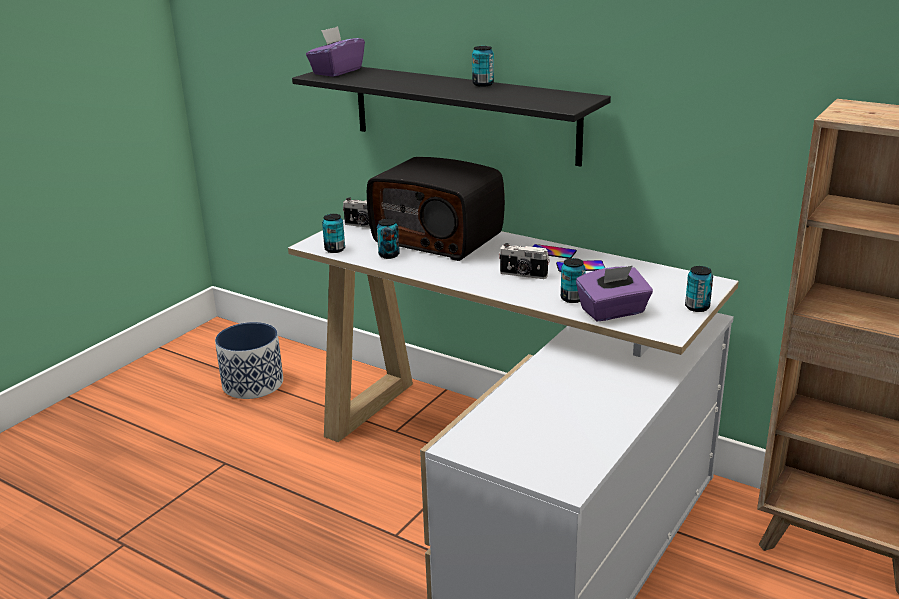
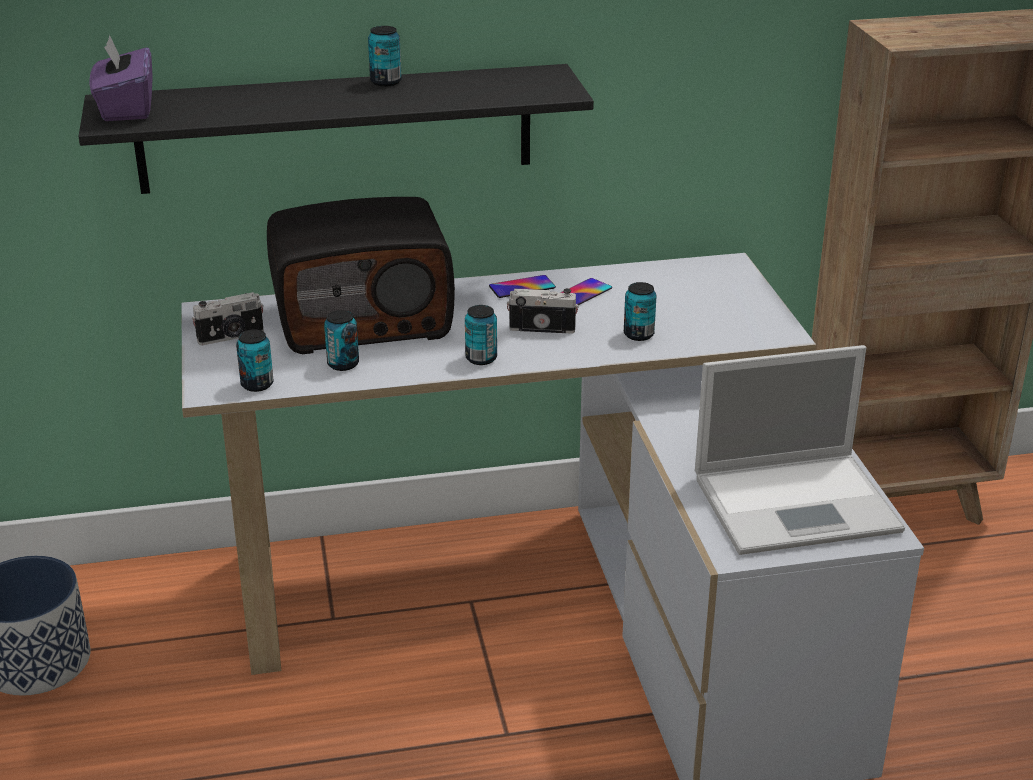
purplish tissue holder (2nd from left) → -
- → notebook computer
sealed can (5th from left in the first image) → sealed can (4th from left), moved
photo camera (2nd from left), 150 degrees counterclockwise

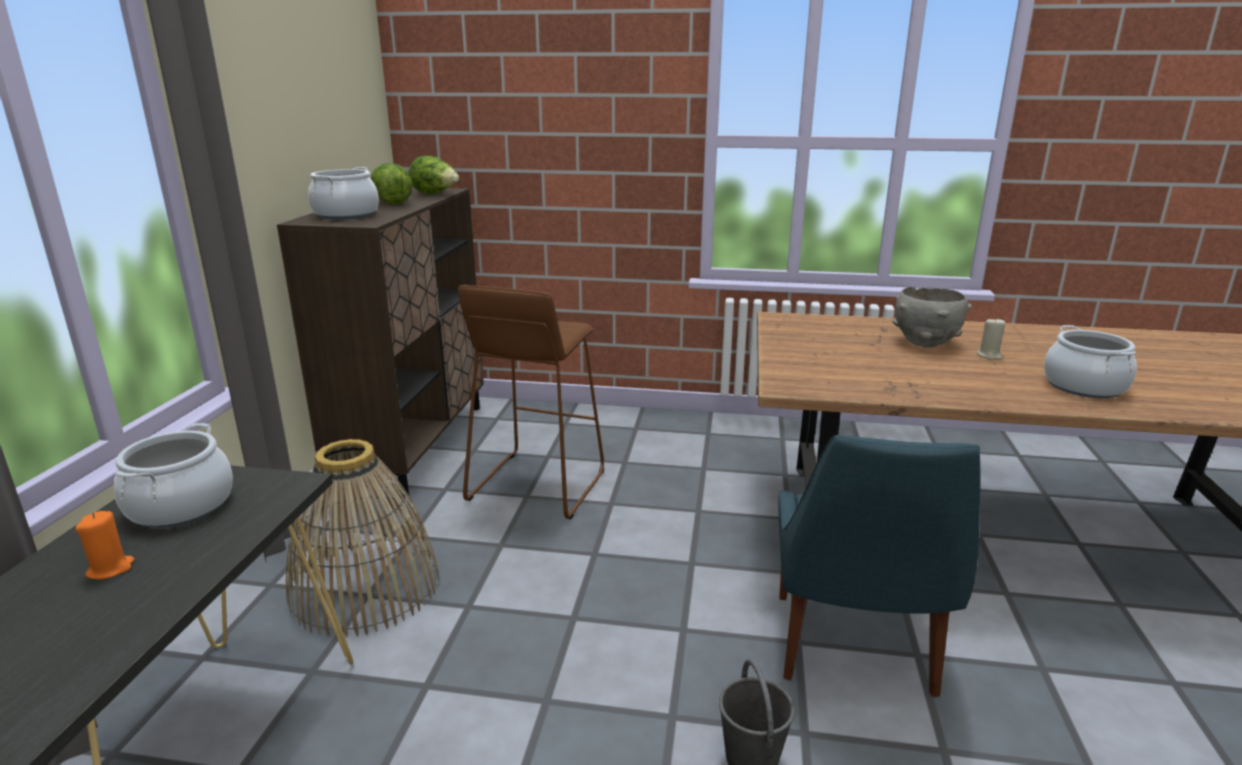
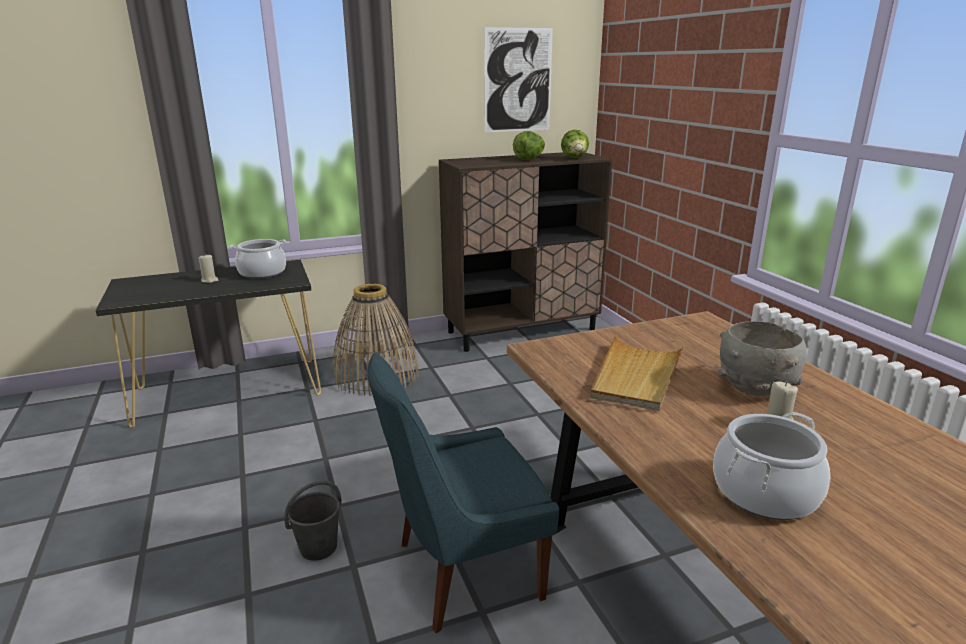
stockpot (2nd from left) → -
brown sitting stool → -
- → picture
- → beige tray
orangey wax candle → beige wax candle (1st from left)

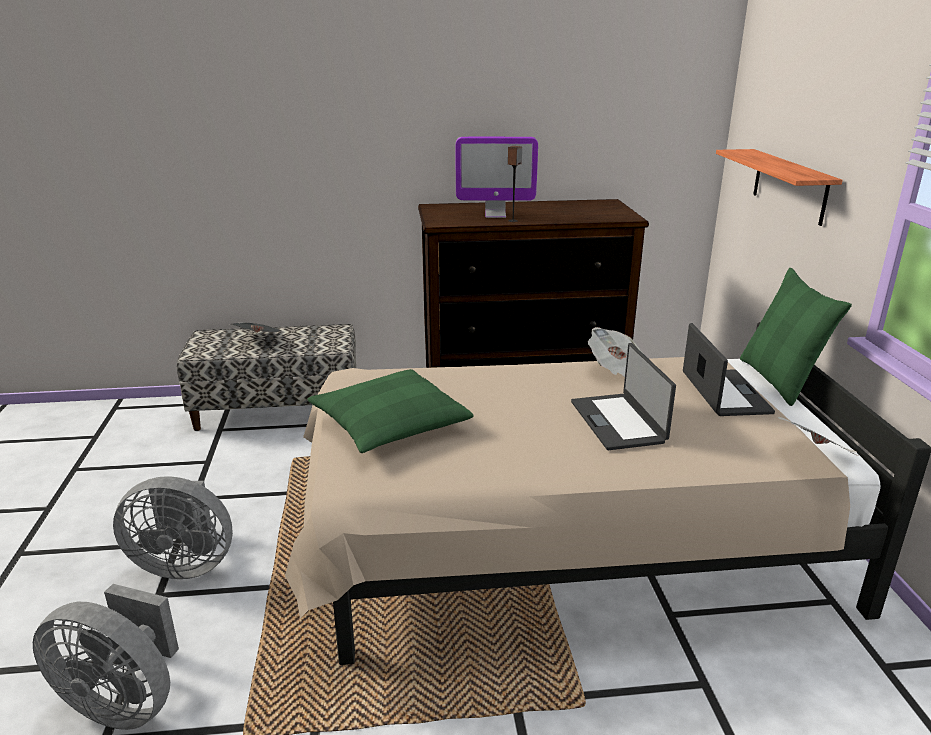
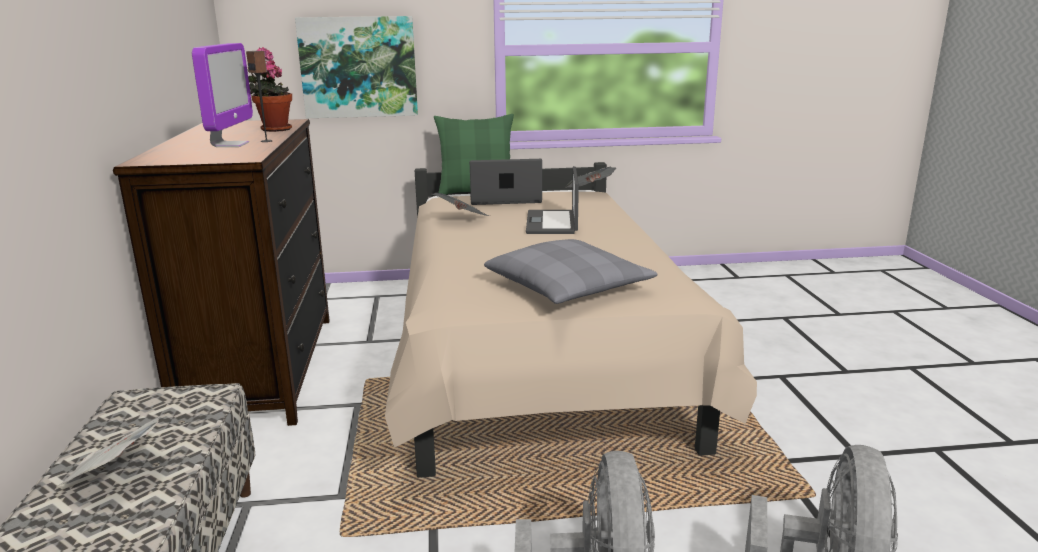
- → houseplant
bracket shelf → picture
green-coloured cushion (1st from left) → gray cushion
notebook computer (1st from left in the first image) → notebook computer (2nd from left), 105 degrees clockwise

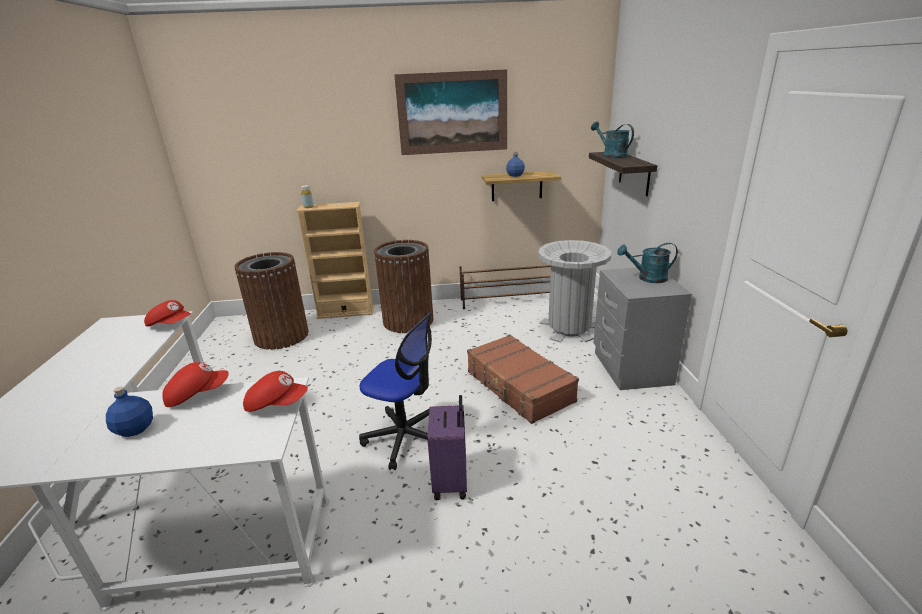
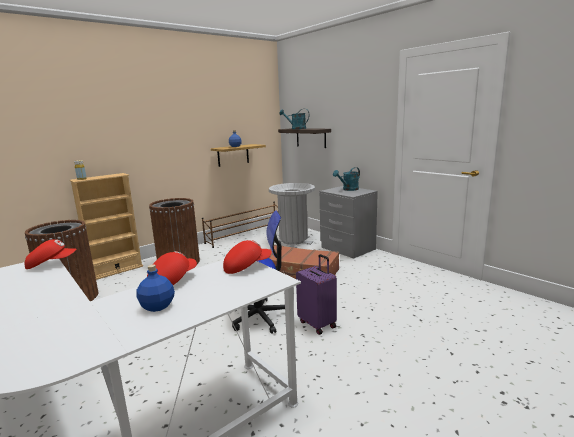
picture → -

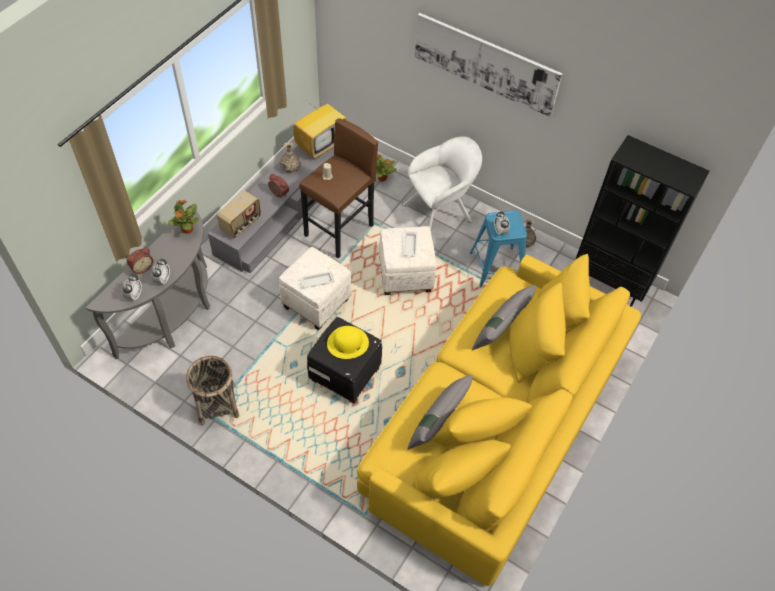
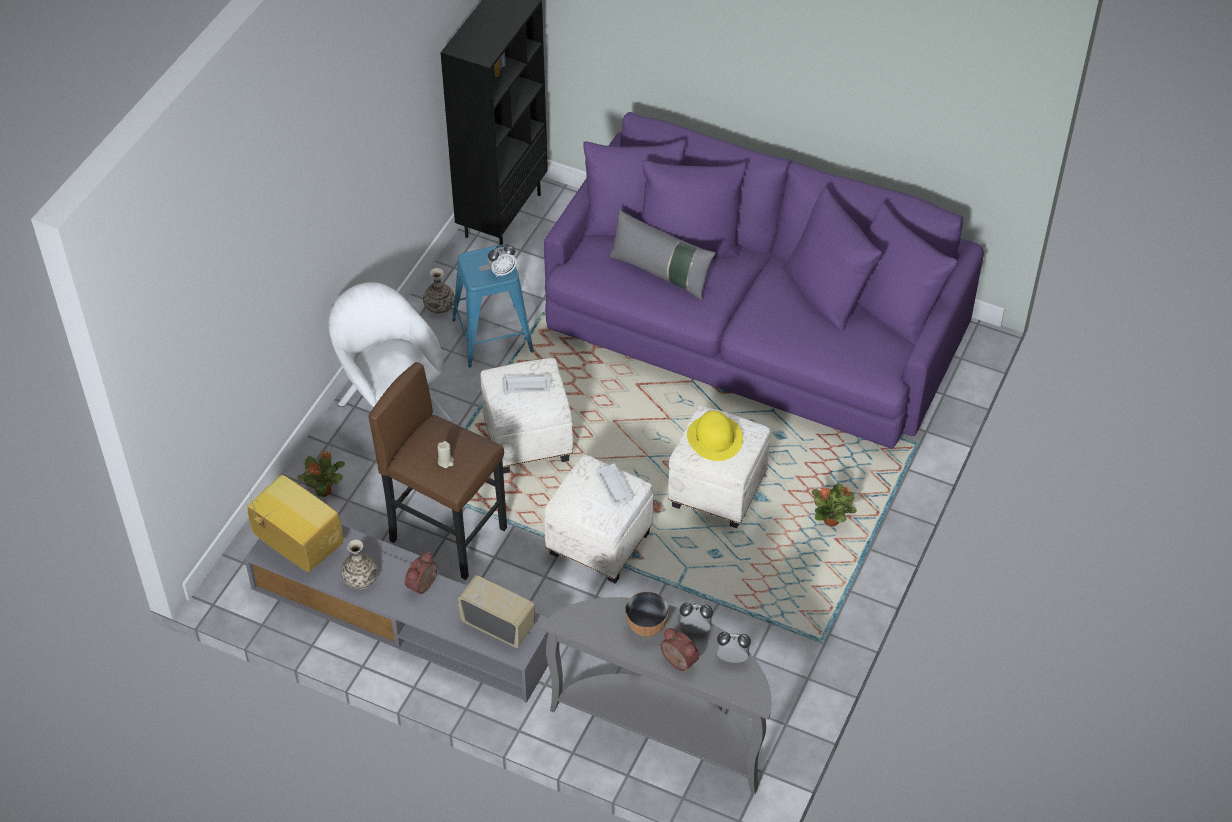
storage basket → -
gray cushion (1st from left) → -
picture → -
- → deep dish
houseplant (1st from left in the first image) → houseplant (2nd from left), moved
black-coloured pouffe → whitish pouffe (3rd from left)
yellow-coloured settee → purplish settee

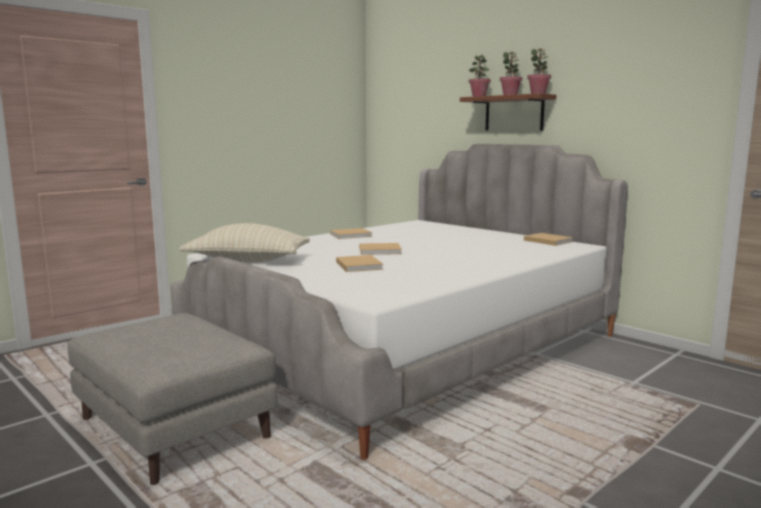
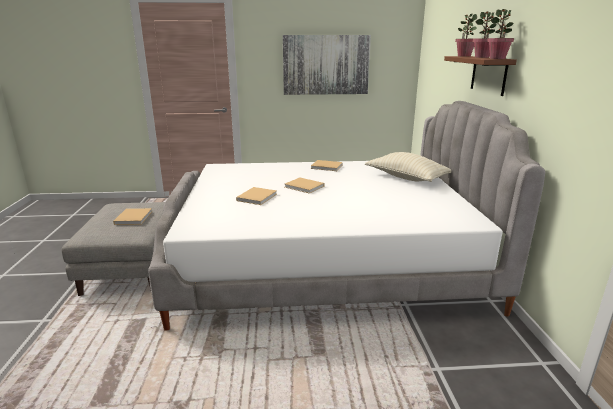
- → picture
beige cushion, moved
beige bound book (4th from left in the first image) → beige bound book (1st from left), moved

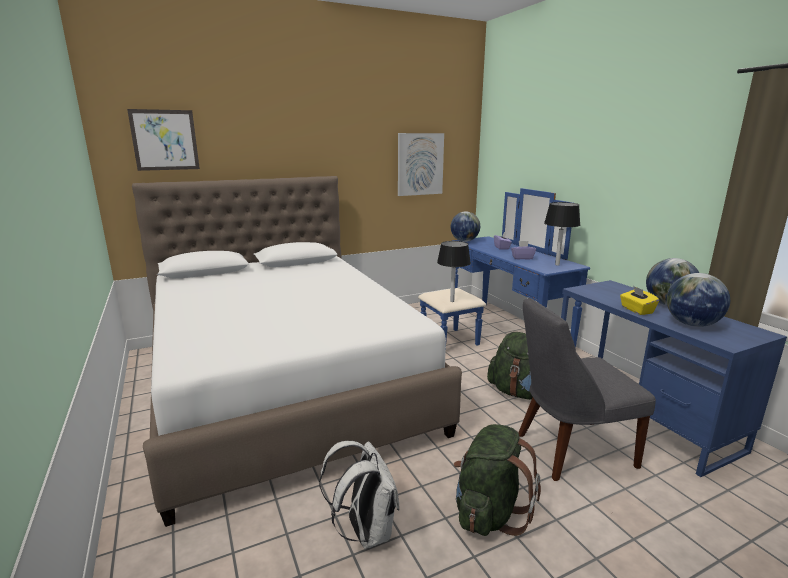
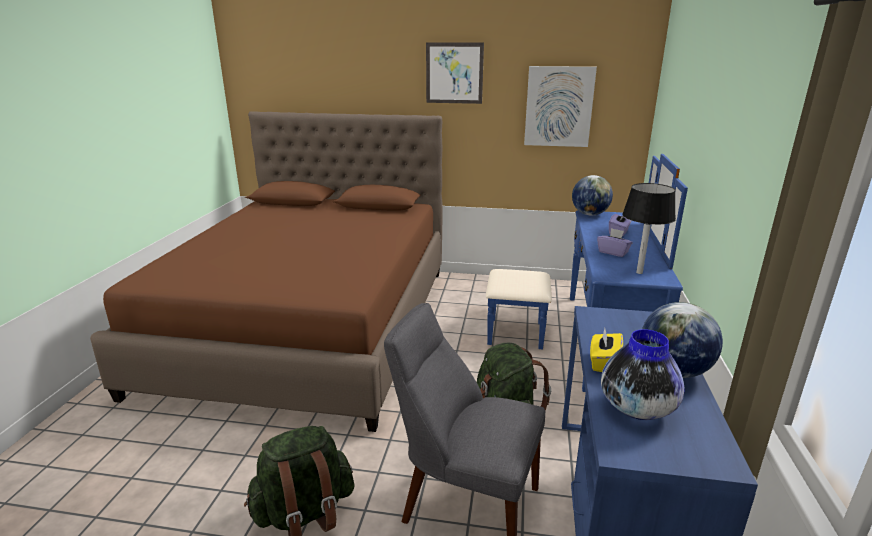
whitish knapsack → -
black-coloured lamp for a table (1st from left) → -
picture (1st from left), moved
world globe (3rd from left) → vase
whitish sleeping bed → brown sleeping bed

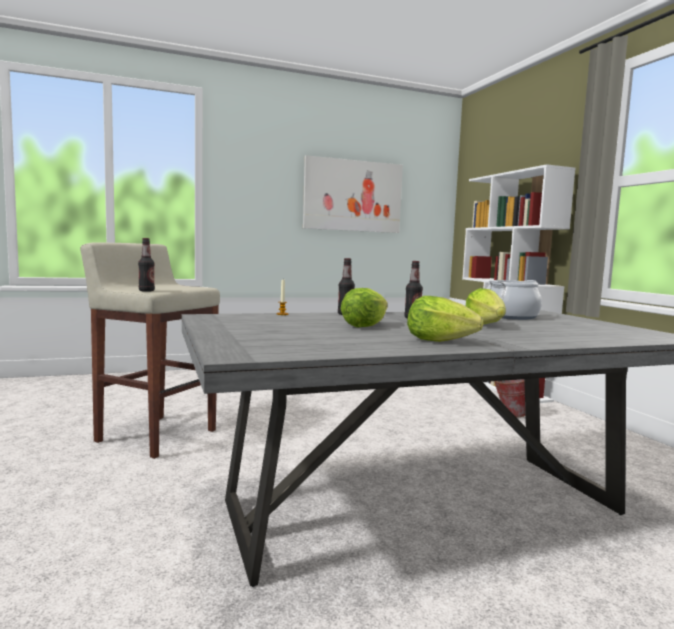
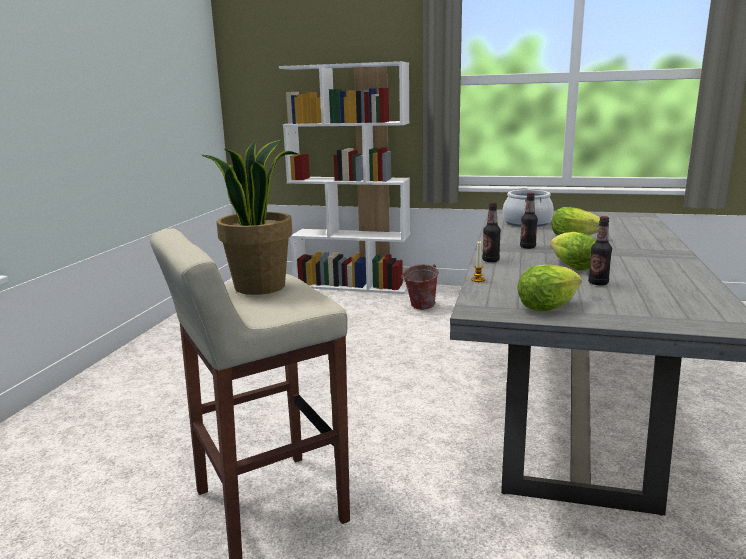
picture → -
- → houseplant
bottle (1st from left in the first image) → bottle (3rd from left), moved
head of lettuce (2nd from left in the first image) → head of lettuce (1st from left), moved

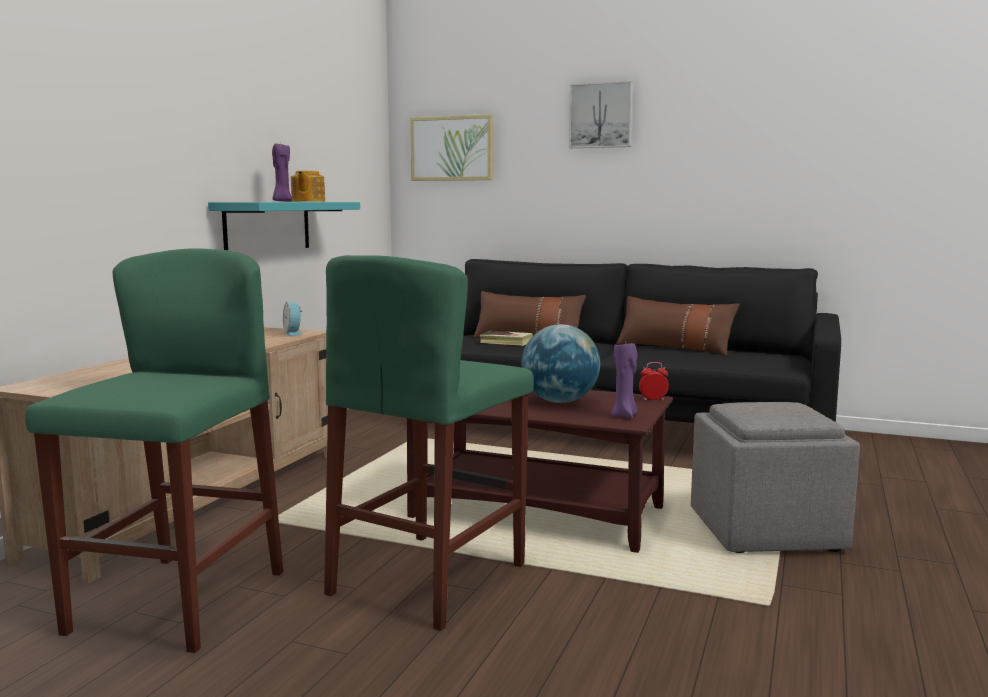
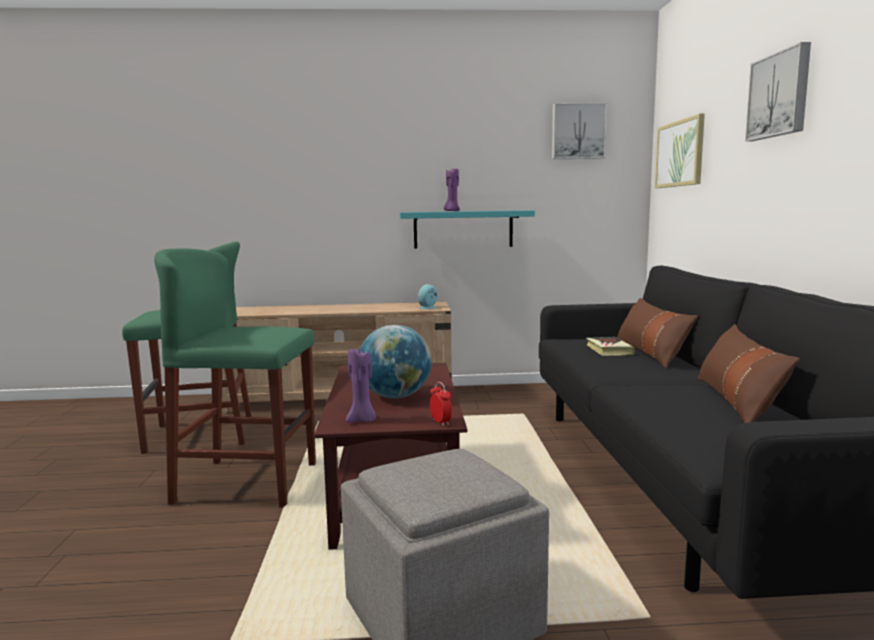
pot for tea → -
- → picture (1st from left)

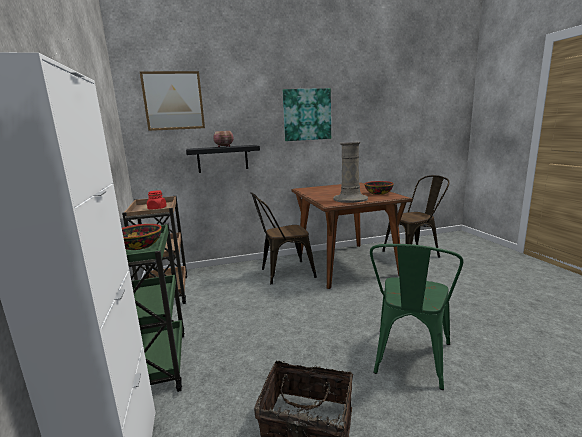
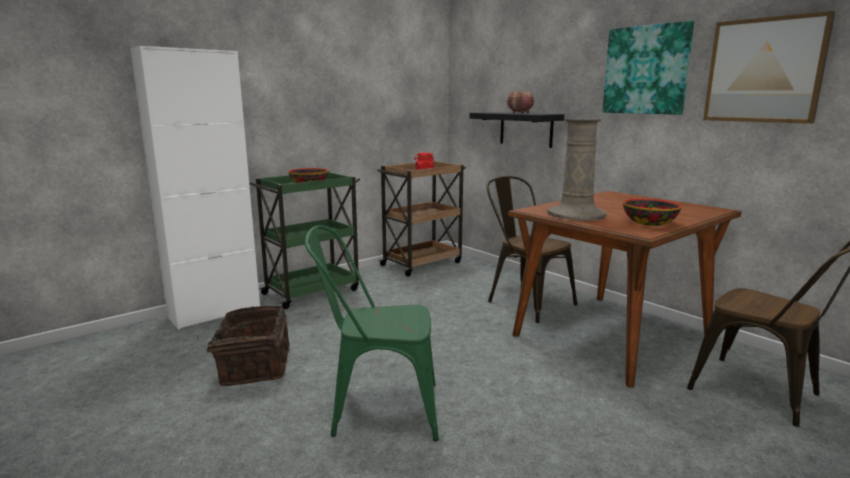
picture (1st from left in the first image) → picture (2nd from left), moved

